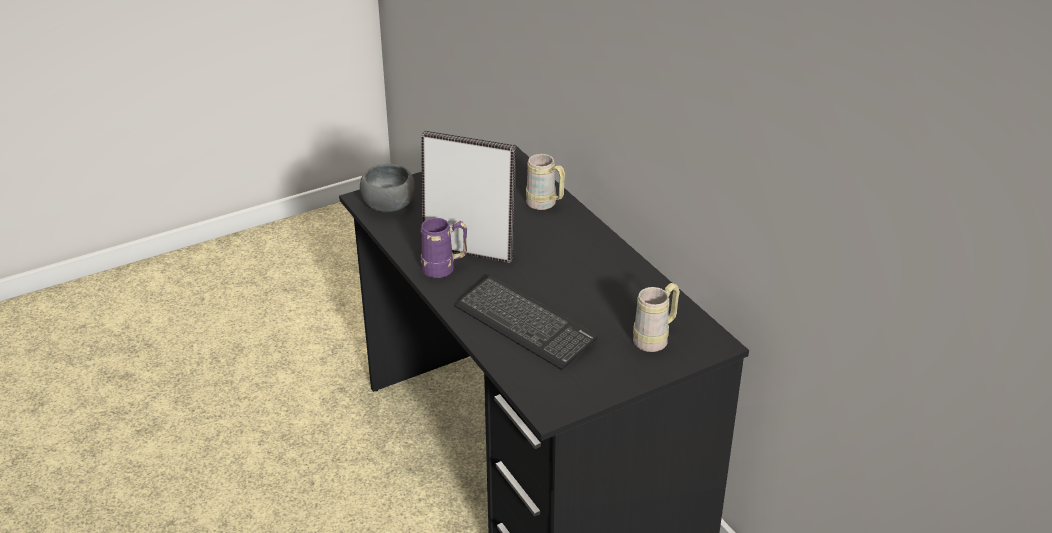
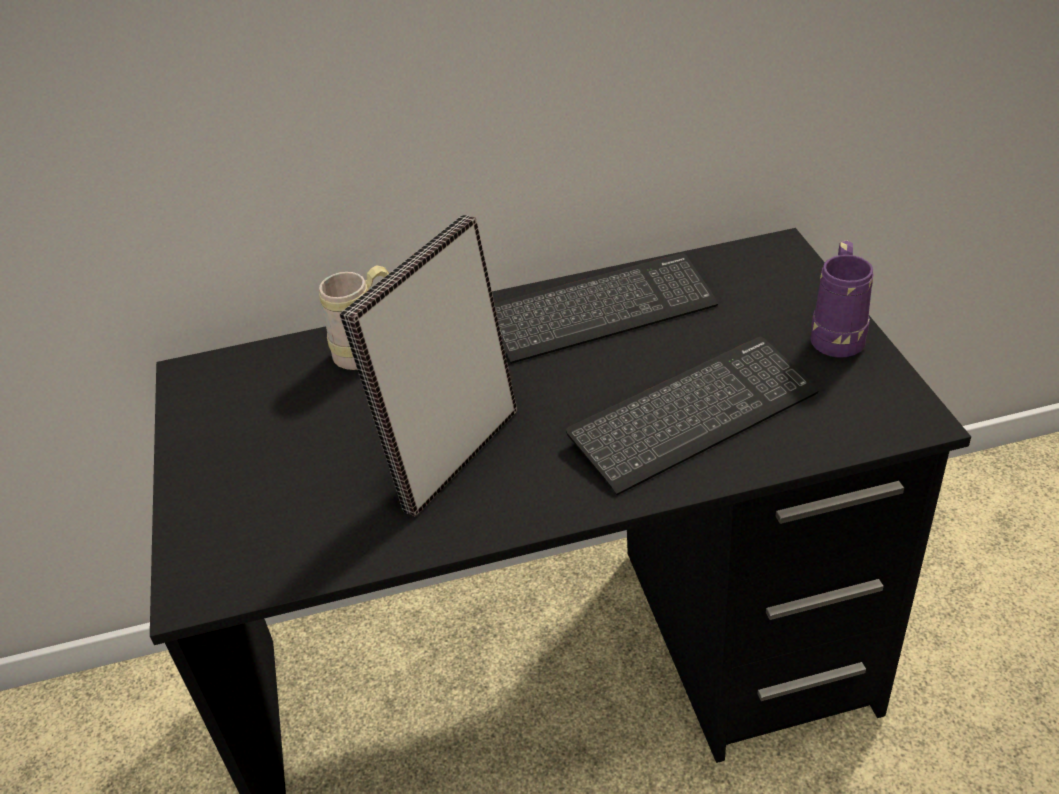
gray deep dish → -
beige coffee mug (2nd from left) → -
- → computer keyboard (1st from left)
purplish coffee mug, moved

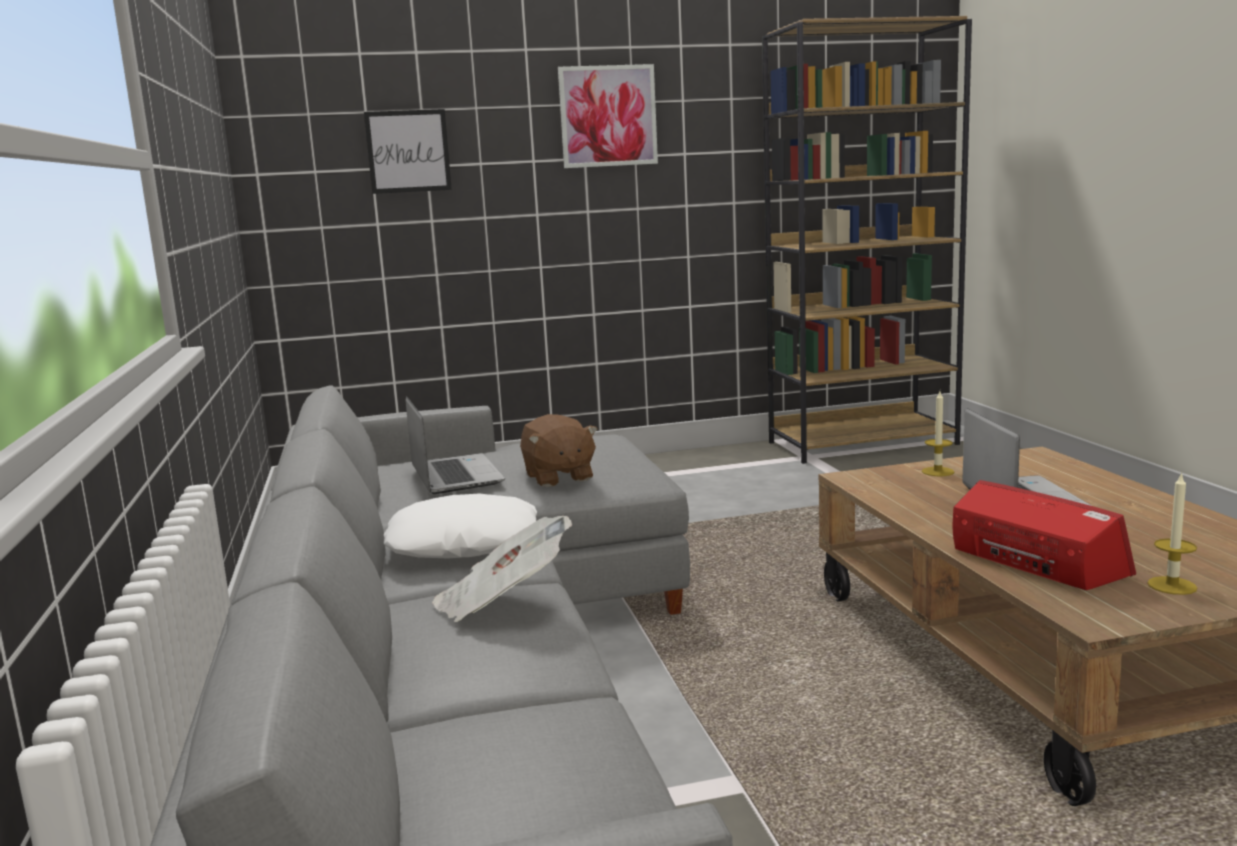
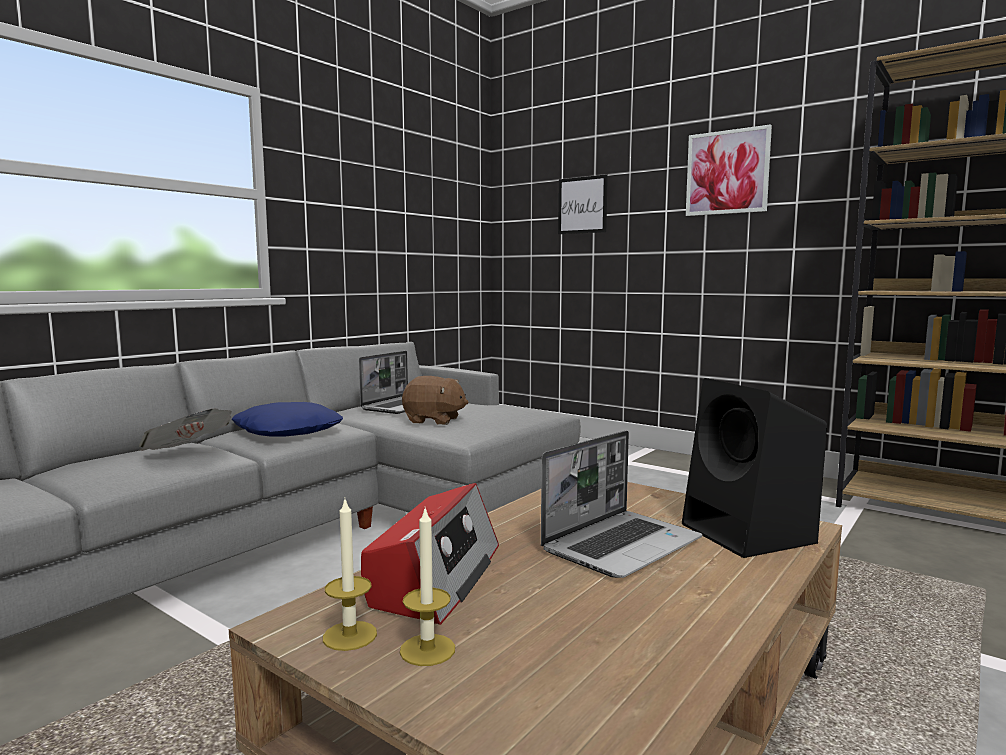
- → black-coloured audio speaker
wax candle (1st from left), moved
whitish cushion → blue-coloured cushion
brown soft toy, 105 degrees counterclockwise

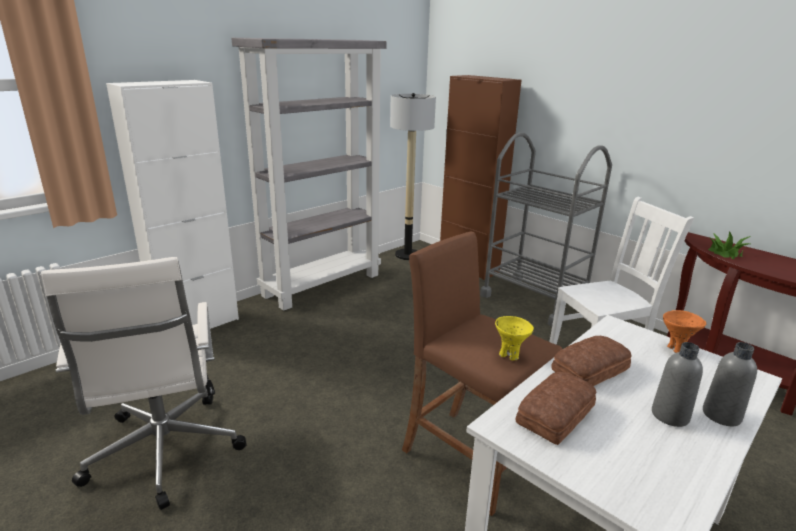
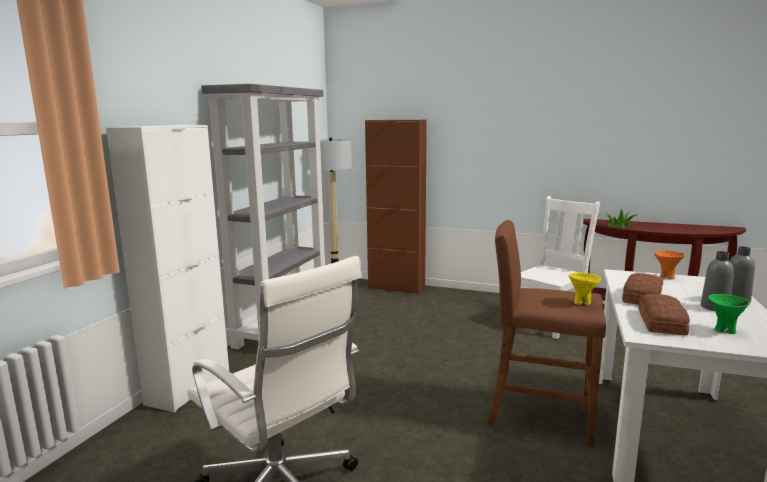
gray trolley → -
- → green-coloured deep dish

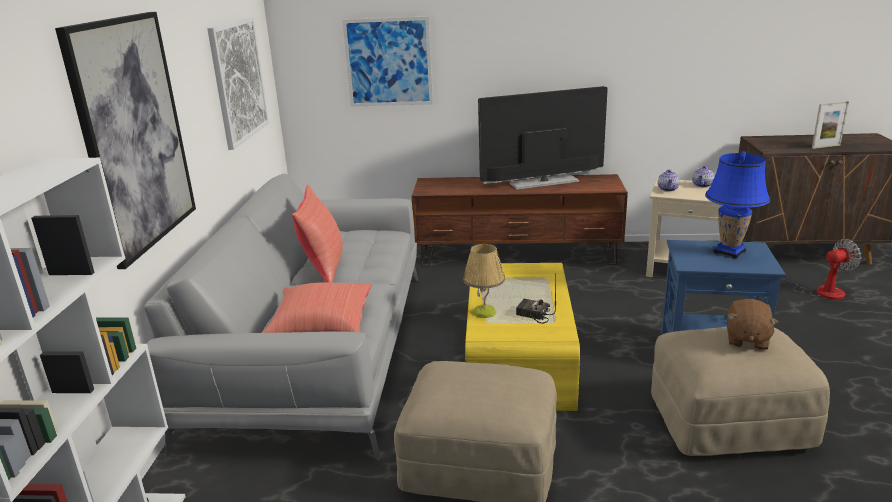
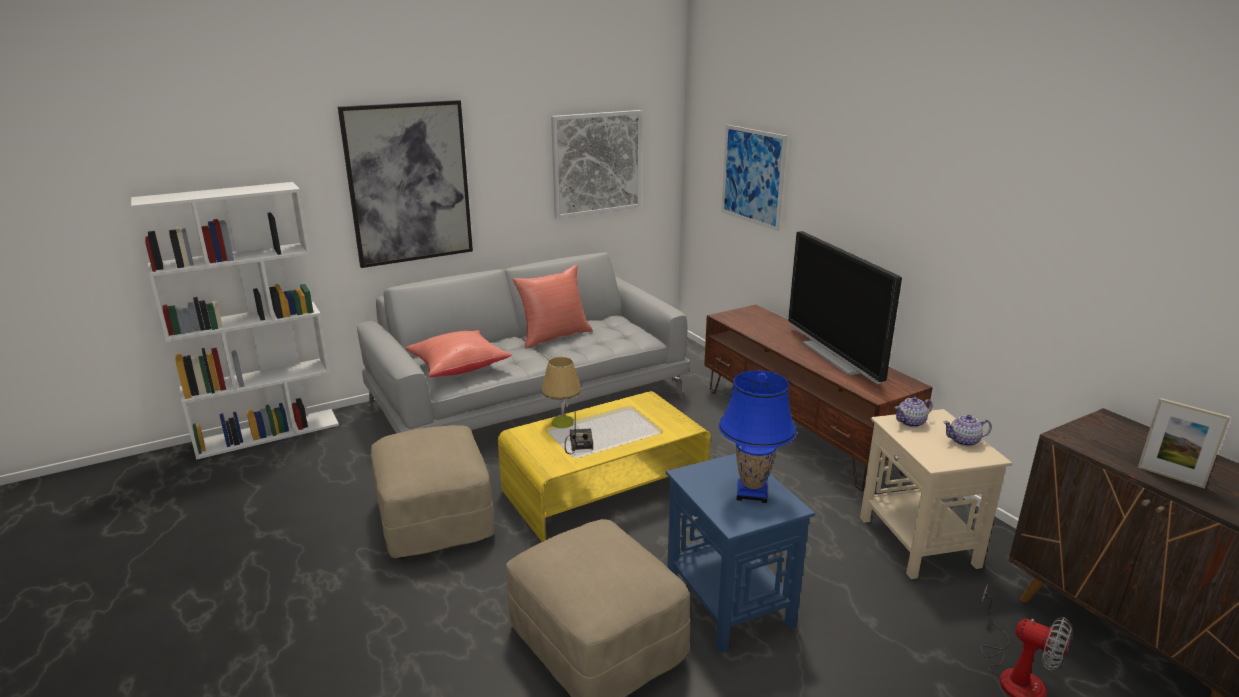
brown soft toy → -
TV, 150 degrees counterclockwise

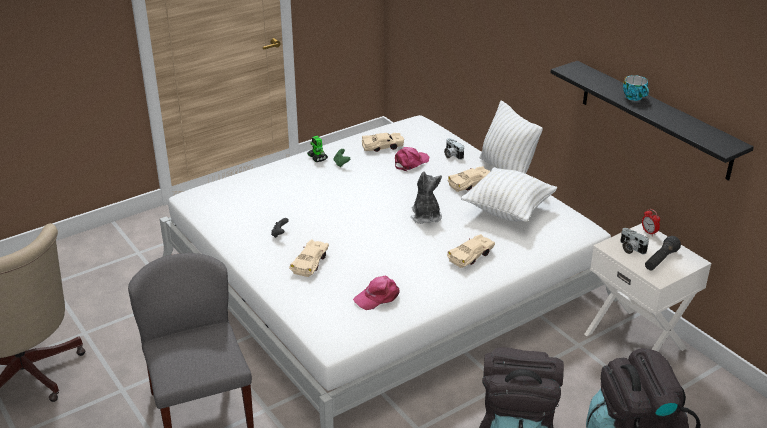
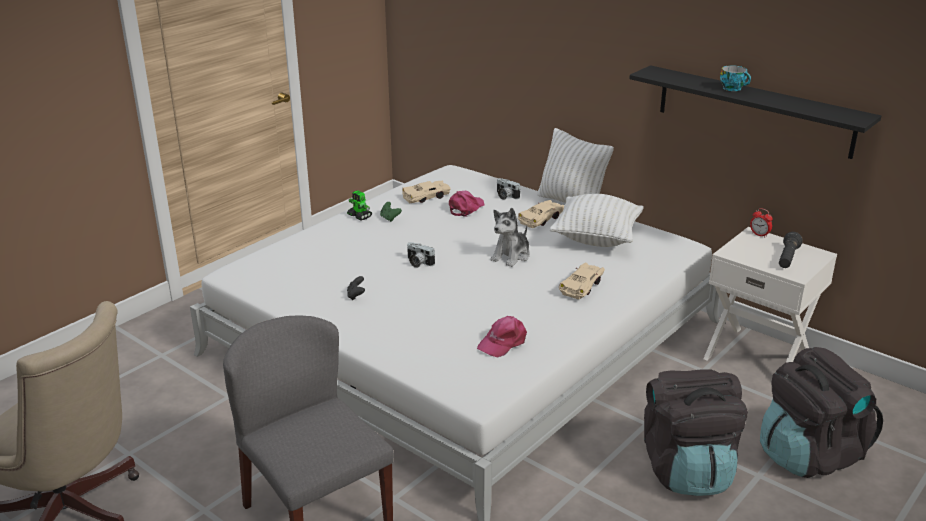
beige miniature car (1st from left) → -
photo camera (2nd from left in the first image) → photo camera (1st from left), moved
soft toy, 120 degrees counterclockwise

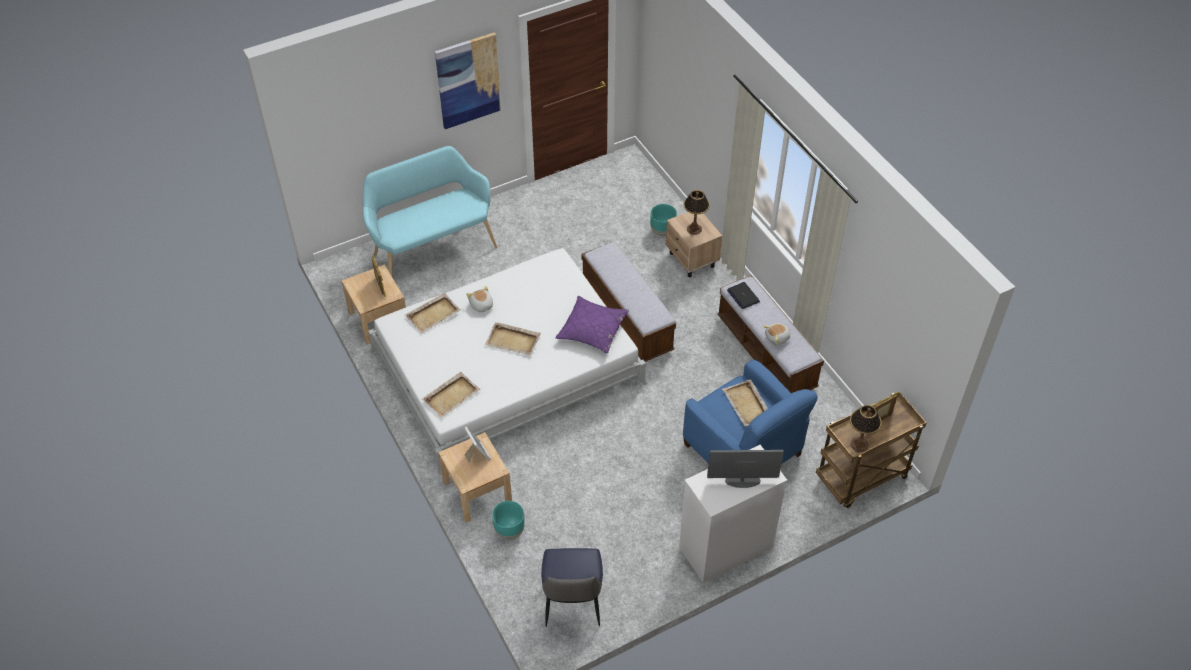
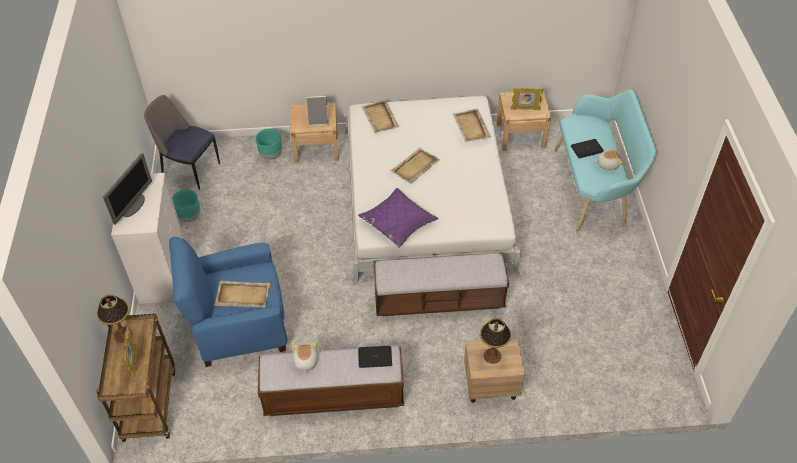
picture → -
- → notebook computer (2nd from left)
soft toy (1st from left in the first image) → soft toy (2nd from left), moved
turquoise-coloured flower pot (2nd from left in the first image) → turquoise-coloured flower pot (1st from left), moved

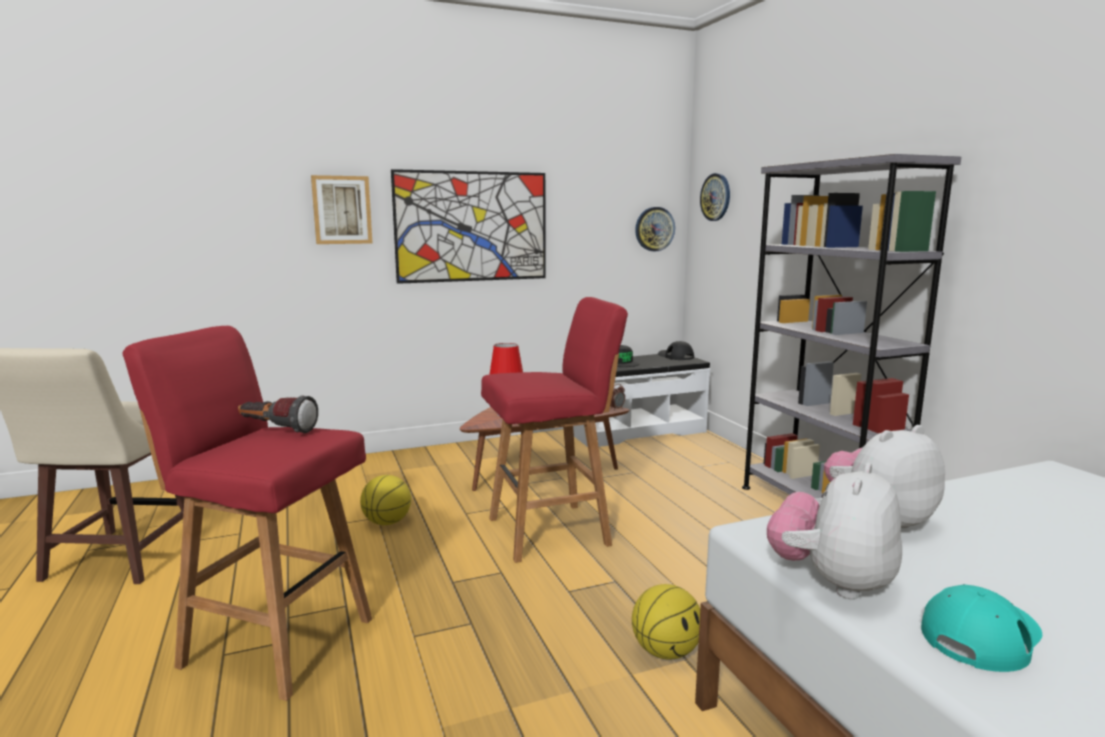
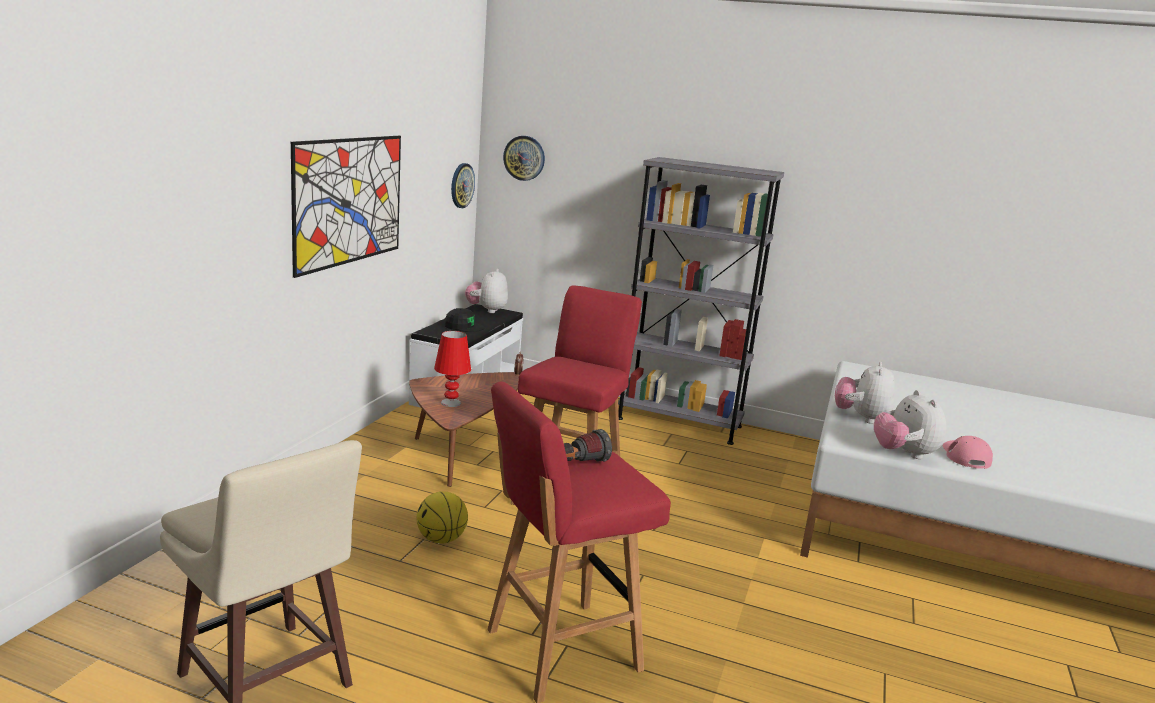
picture (1st from left) → -
ball for basketball (2nd from left) → -
black-coloured peaked cap (2nd from left) → soft toy (1st from left)
turquoise-coloured peaked cap → pinkish peaked cap

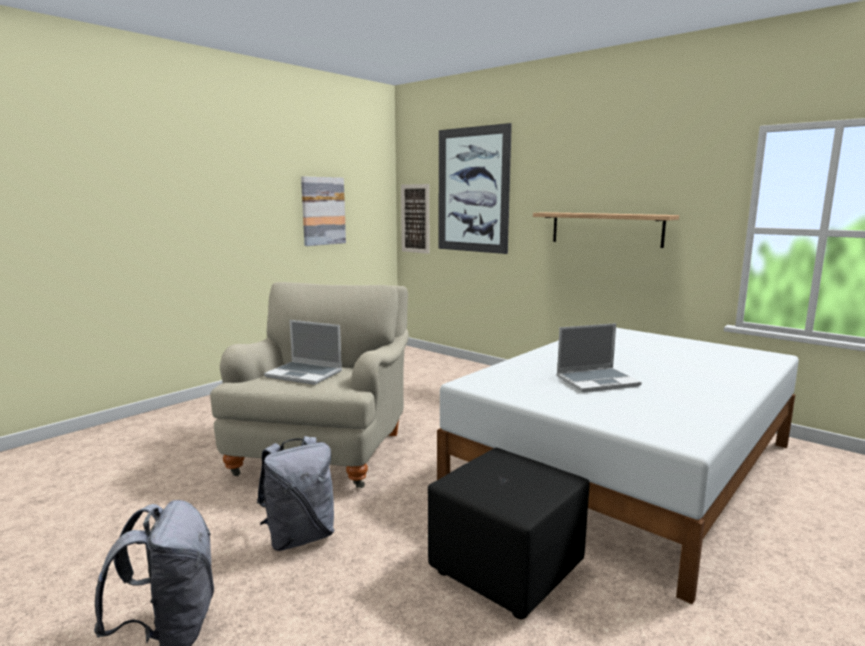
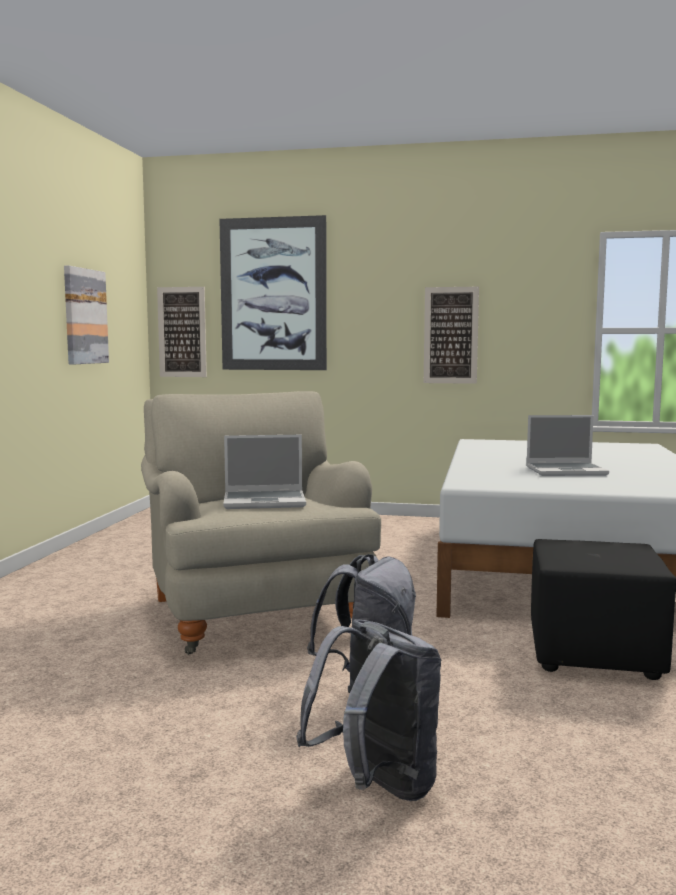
bracket shelf → picture (4th from left)
notebook computer (2nd from left), 45 degrees clockwise

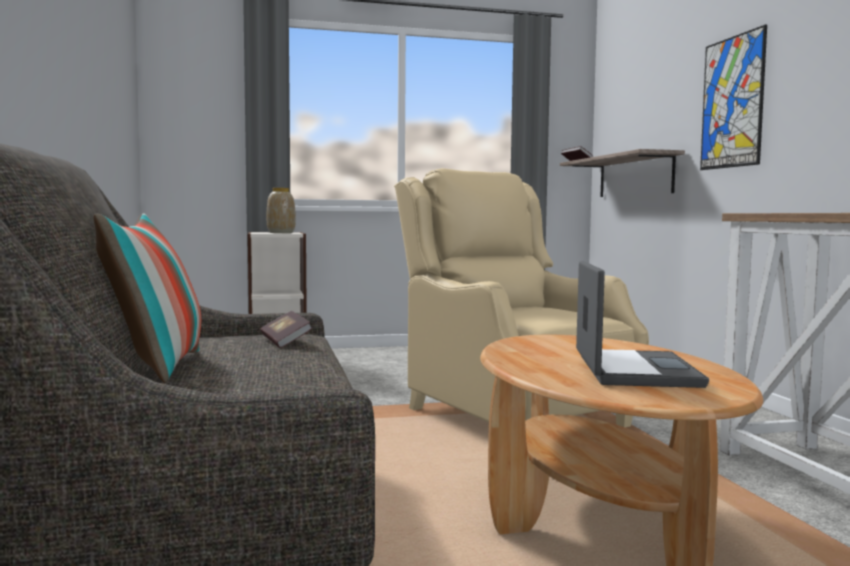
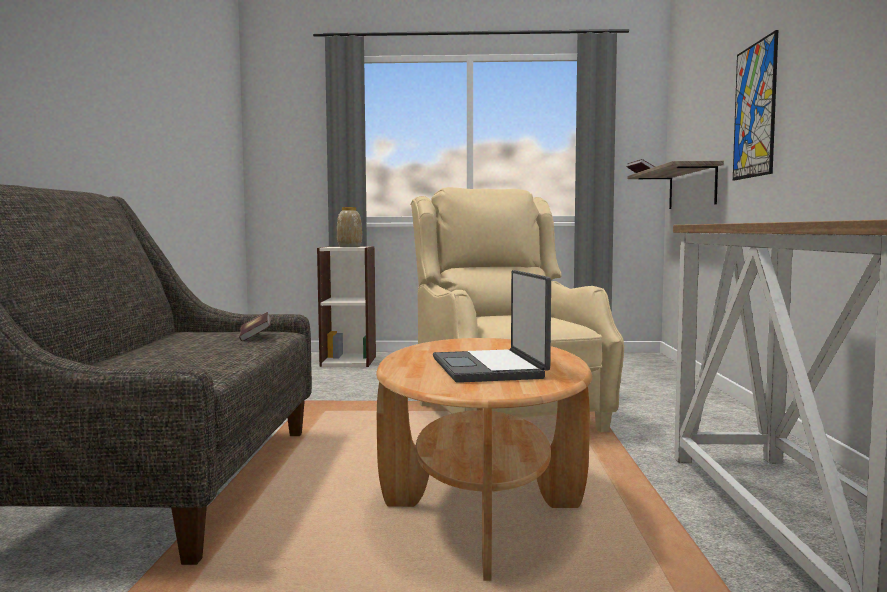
cushion → -
notebook computer, 150 degrees clockwise

